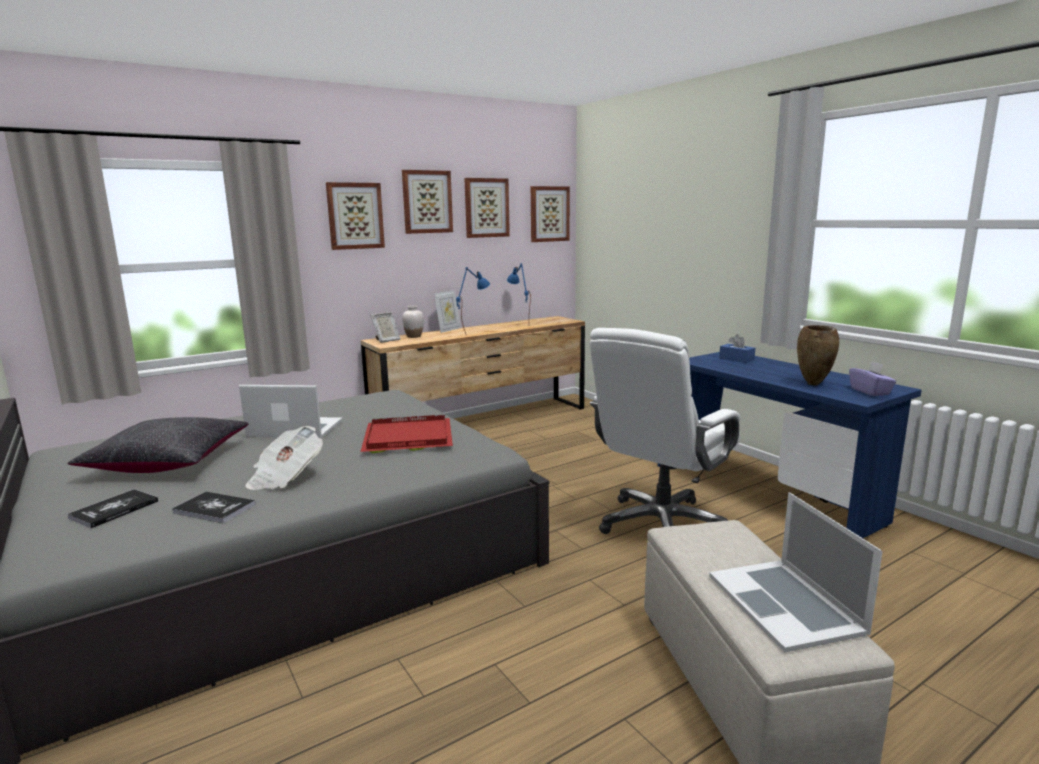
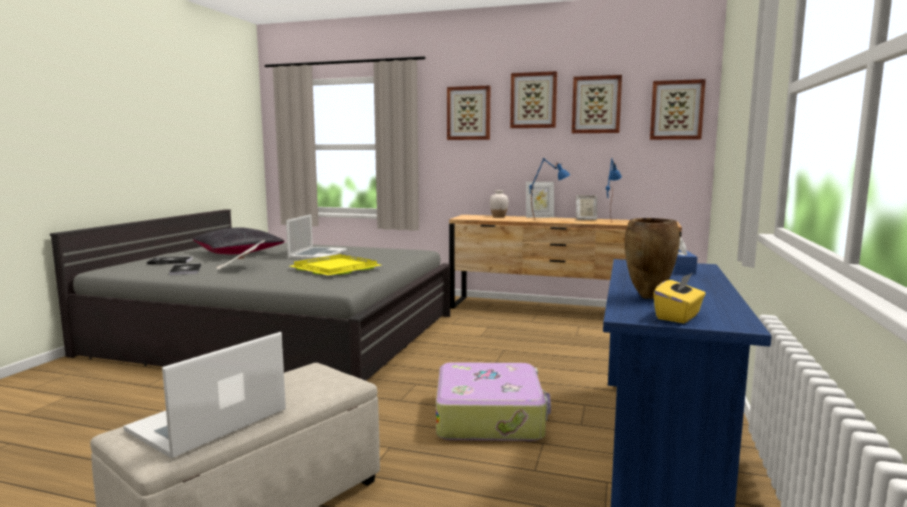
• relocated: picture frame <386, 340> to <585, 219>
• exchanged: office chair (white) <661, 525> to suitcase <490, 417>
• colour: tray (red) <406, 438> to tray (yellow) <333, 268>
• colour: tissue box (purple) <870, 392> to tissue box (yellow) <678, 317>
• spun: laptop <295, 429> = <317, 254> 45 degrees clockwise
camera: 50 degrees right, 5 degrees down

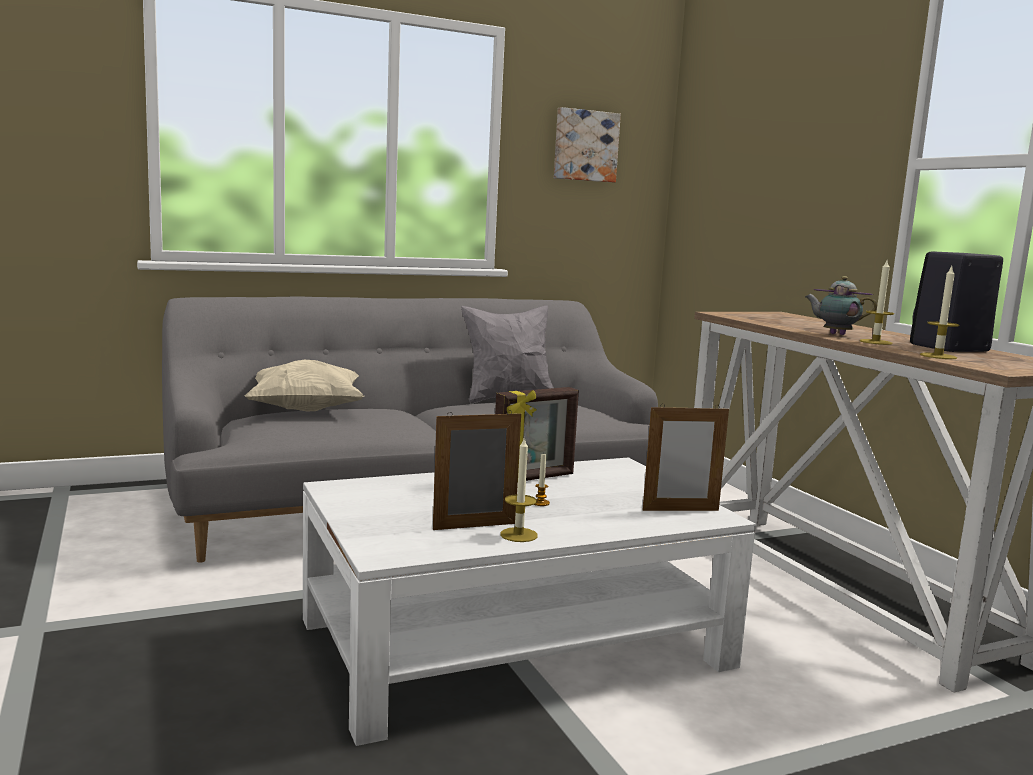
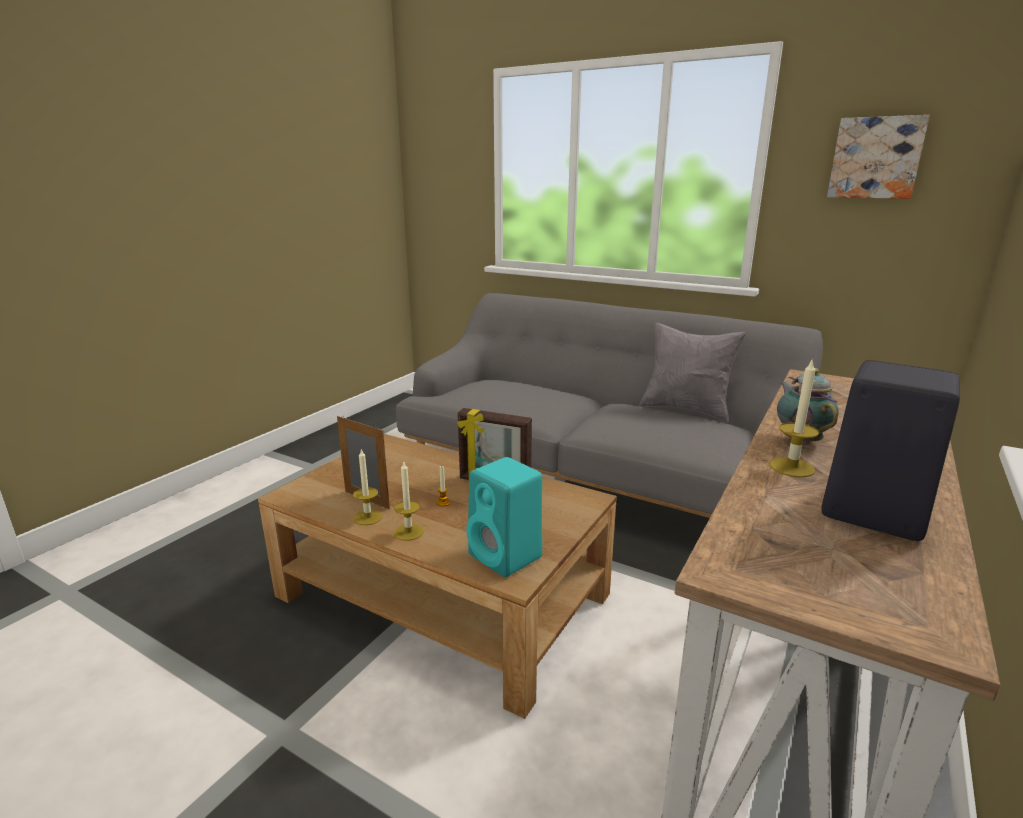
• missing: pillow (beige) <305, 410>
• relocated: candle <938, 356> to <408, 532>
• exchanged: picture frame <680, 510> to speaker (turquoise) <507, 556>
• colour: coffee table (white) <516, 642> to coffee table (brown) <443, 595>
camera: 55 degrees right, 10 degrees up

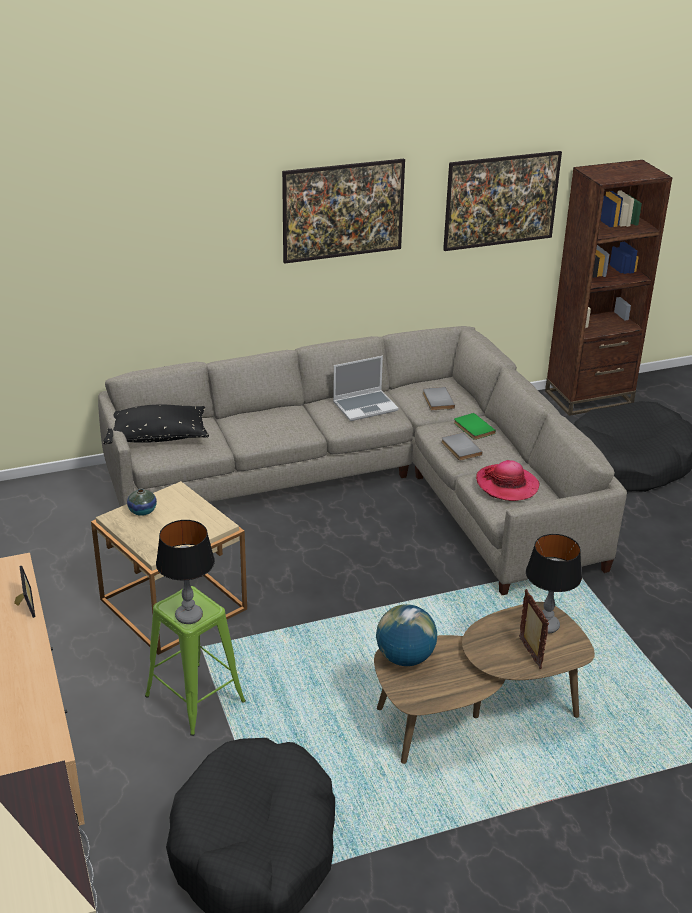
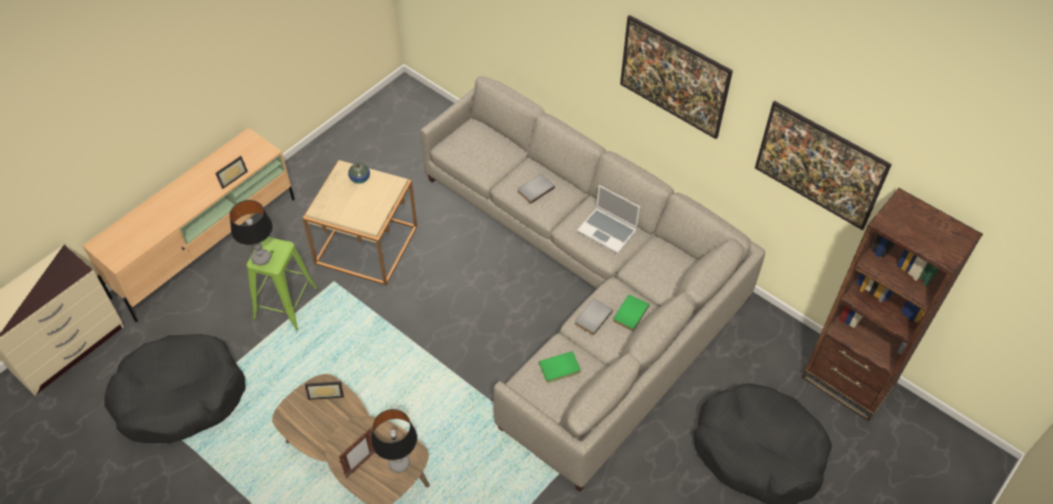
• missing: pillow (black) <156, 437>
• relocated: book (grey) <437, 400> to <535, 189>
• exchanged: globe <405, 658> to picture frame <326, 393>
• exchanged: hat <507, 485> to book (green) <560, 369>
camera: 60 degrees right, 20 degrees up

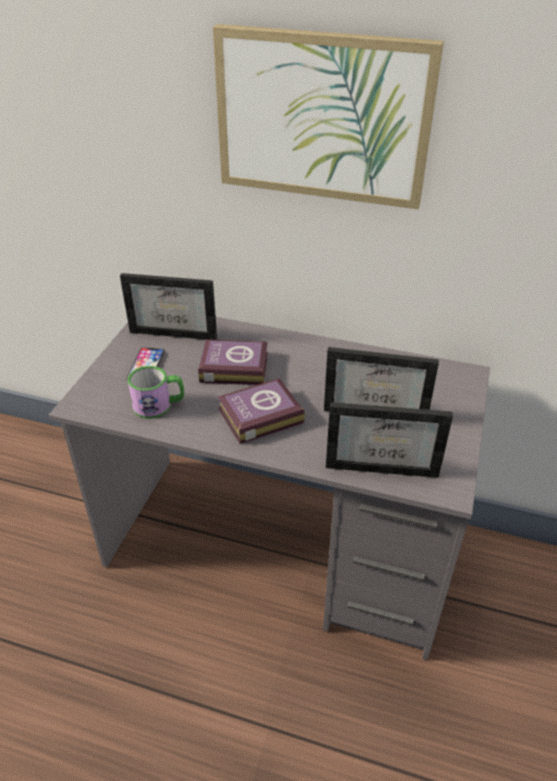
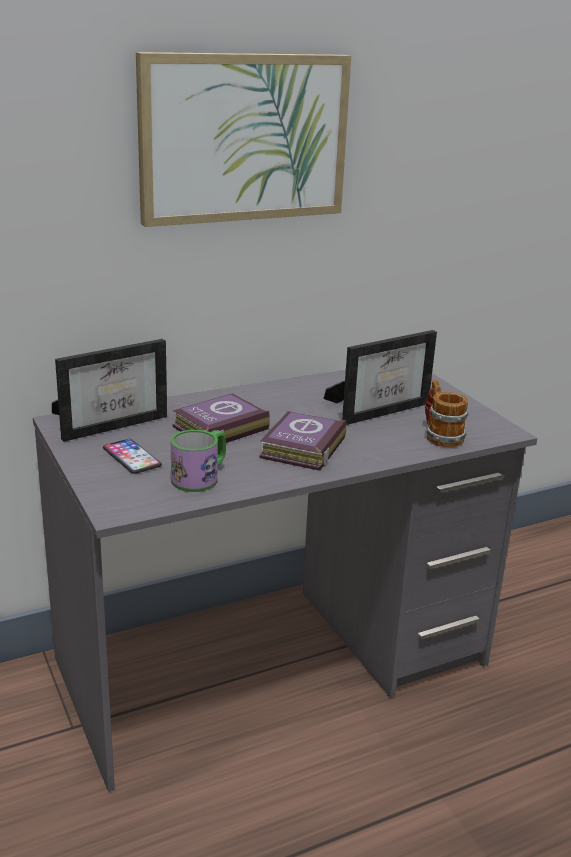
• exchanged: picture frame <383, 462> to mug <440, 436>
camera: 45 degrees left, 15 degrees down

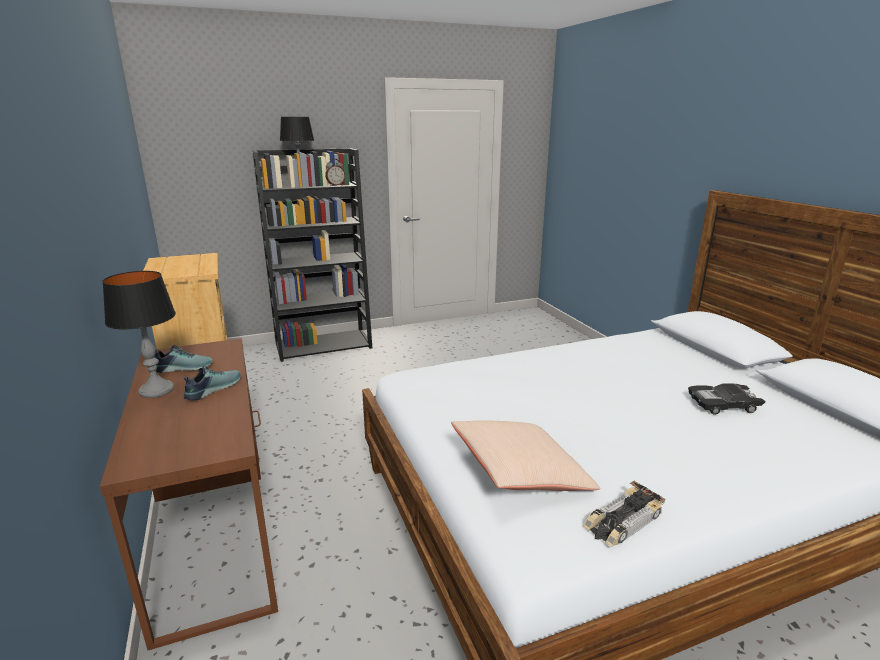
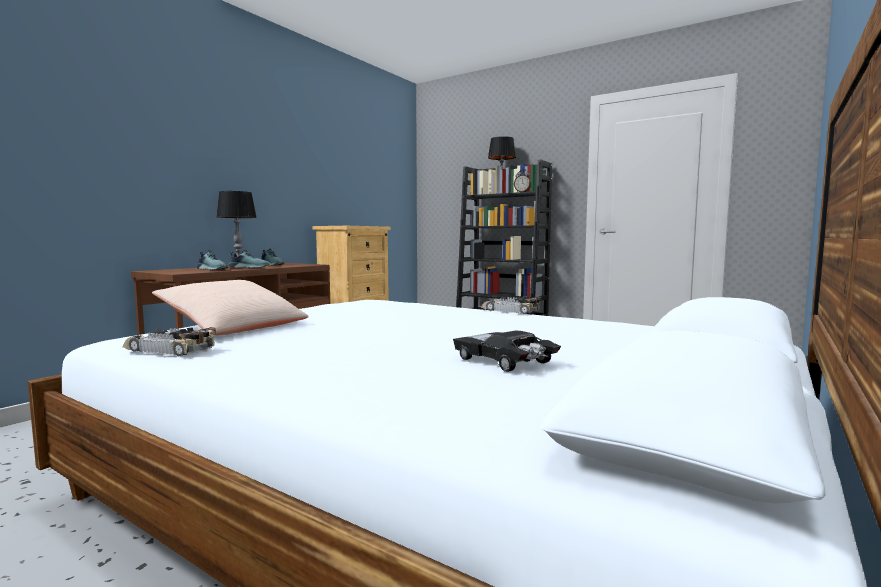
• appeared: shoe <213, 269>
• appeared: toy car <509, 310>
camera: 55 degrees right, 15 degrees down

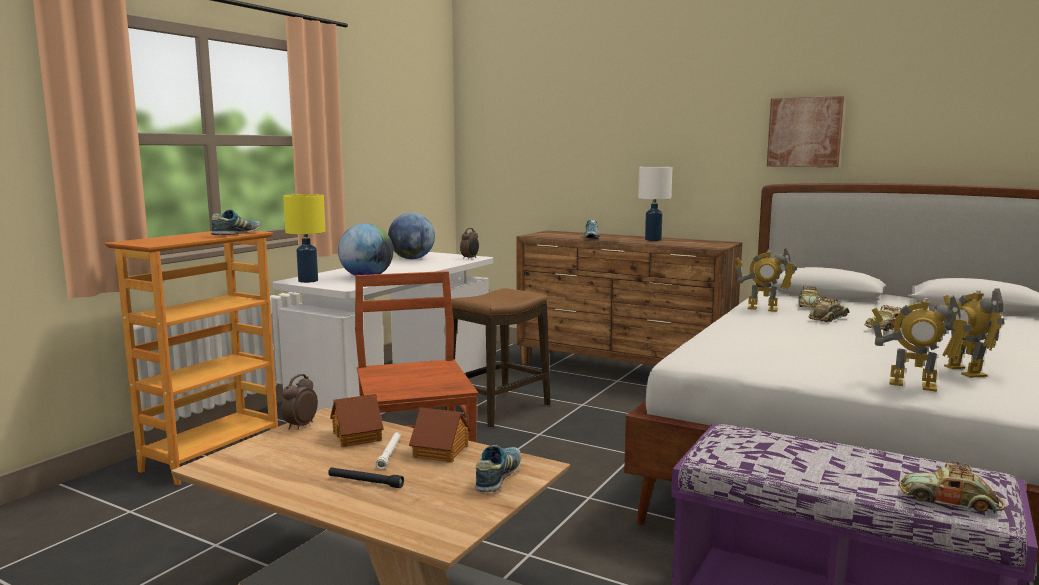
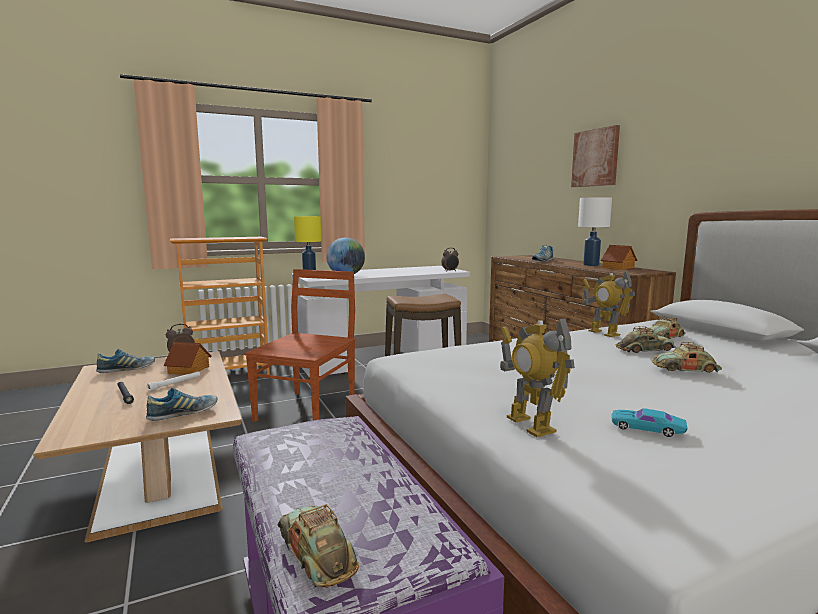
• missing: globe <412, 259>
• relocated: shoe <236, 234> to <127, 370>
• relocated: toy house <441, 451> to <618, 268>
• relocated: picture <804, 132> to <595, 158>
• exchanged: toy robot <964, 371> to toy car (turquoise) <647, 428>
camera: 35 degrees right, 0 degrees up

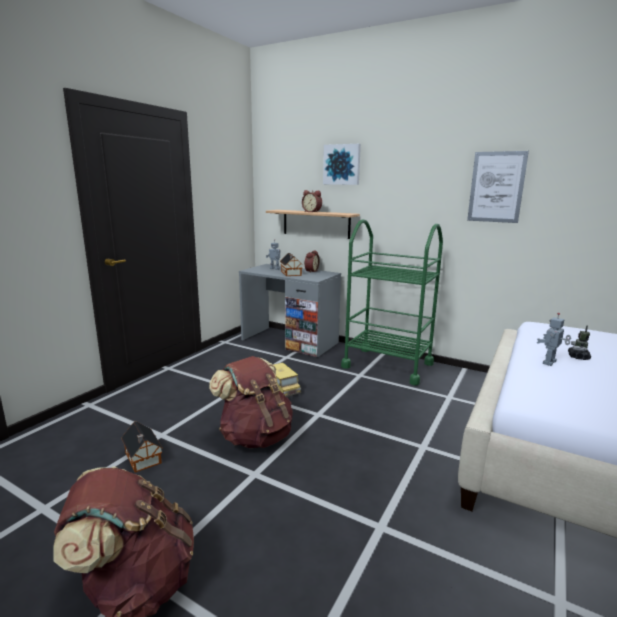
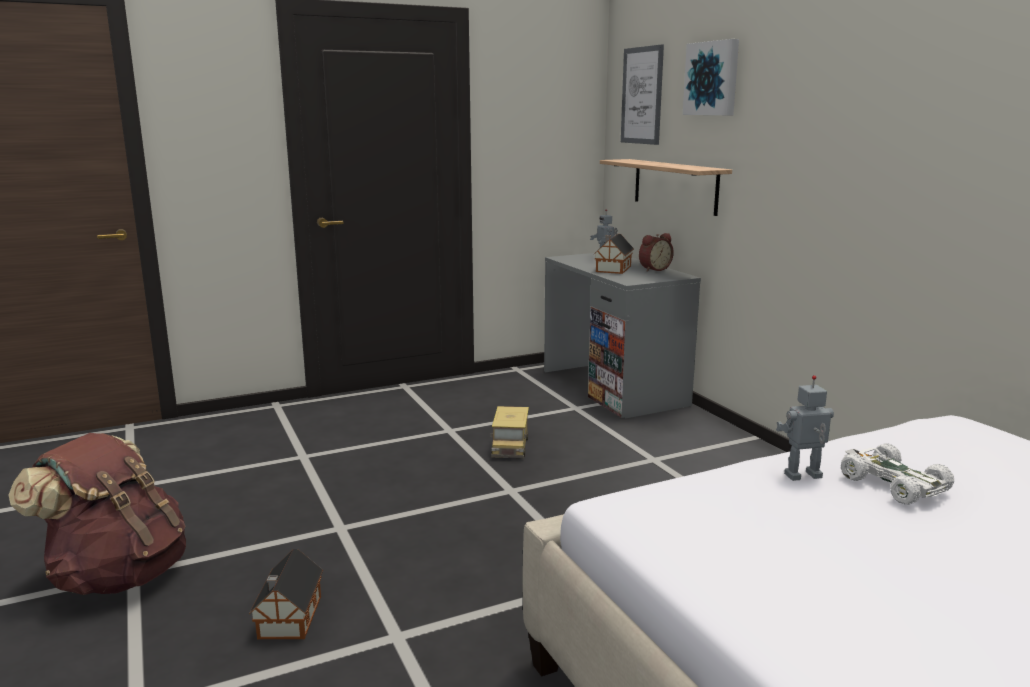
• missing: backpack (brown) <255, 436>
• missing: alarm clock <312, 212>
• missing: cart (green) <387, 365>
• relocated: toy house <143, 458> to <288, 619>
• relocated: picture <496, 187> to <642, 95>
• exchanged: toy robot <578, 357> to toy car (white) <891, 484>
camera: 35 degrees right, 0 degrees up

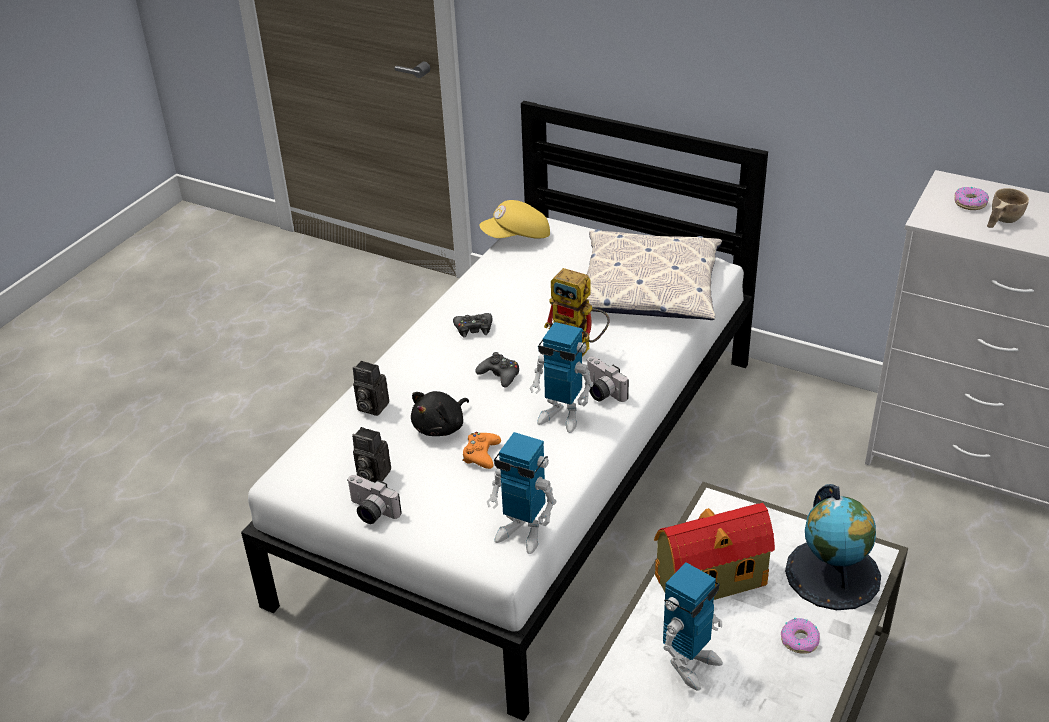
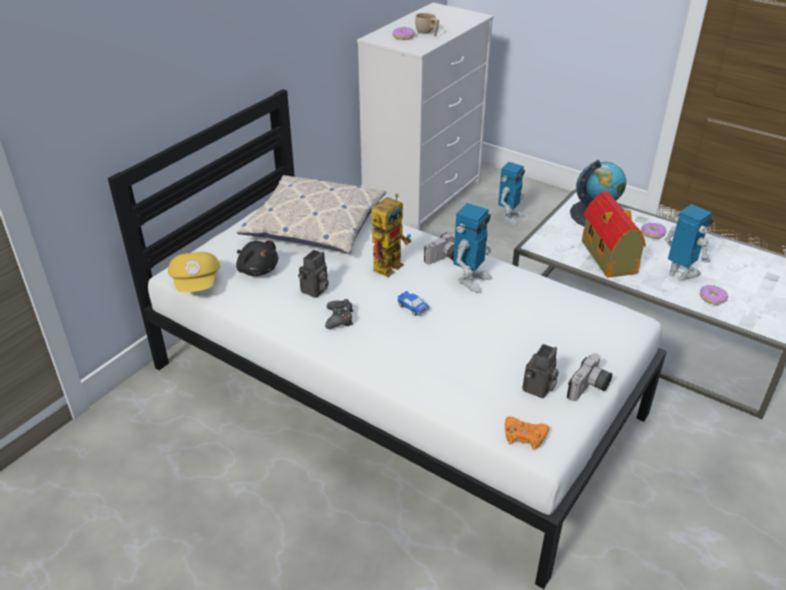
• appeared: donut <712, 298>
• relocated: photo camera <370, 407> to <315, 291>
• relocated: plush toy (black) <441, 427> to <257, 269>
• relocated: game controller (orange) <481, 454> to <524, 436>
• relocated: toy robot <522, 532> to <510, 217>
• exchanged: game controller (black) <499, 375> to toy car <412, 307>
camera: 85 degrees left, 0 degrees up

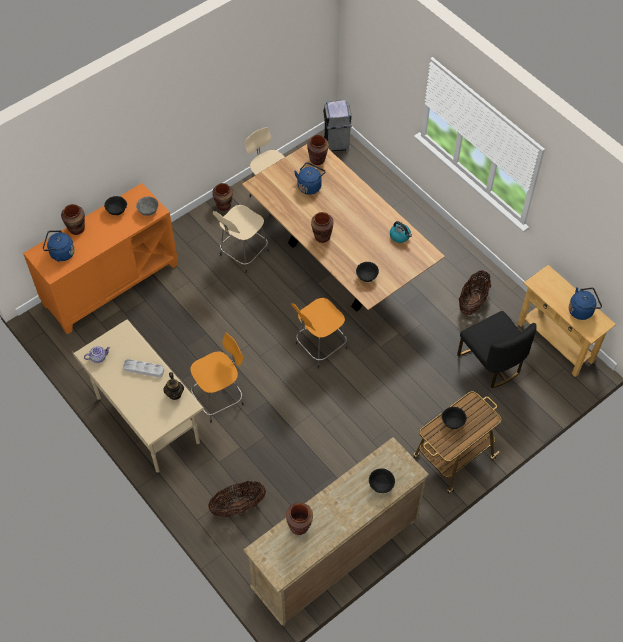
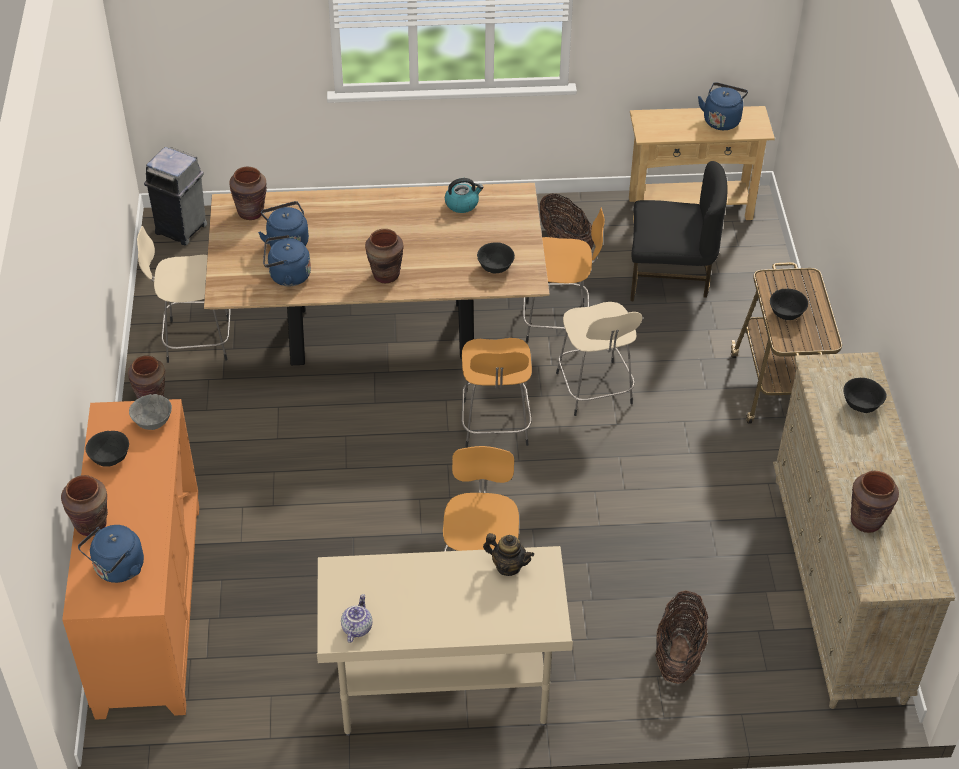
• missing: tray (grey) <144, 369>
• appeared: kettle (blue) <287, 276>
• appeared: stool (orange) <558, 322>
• relocated: stool (beige) <243, 254> to <595, 390>
camera: 55 degrees left, 10 degrees down

